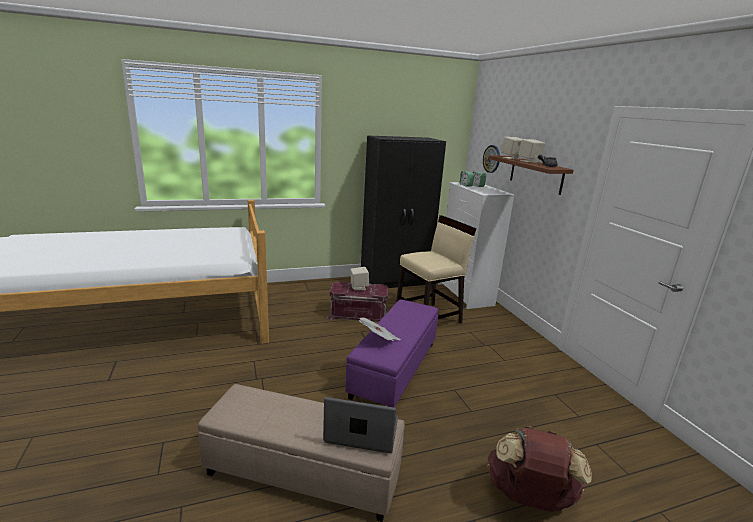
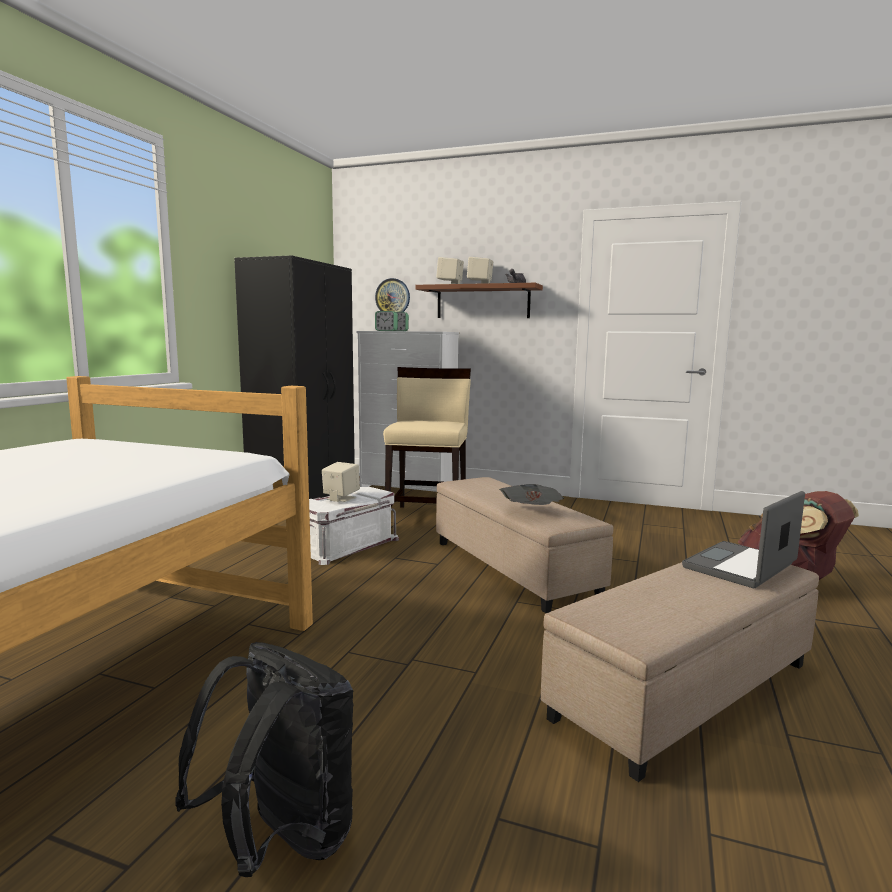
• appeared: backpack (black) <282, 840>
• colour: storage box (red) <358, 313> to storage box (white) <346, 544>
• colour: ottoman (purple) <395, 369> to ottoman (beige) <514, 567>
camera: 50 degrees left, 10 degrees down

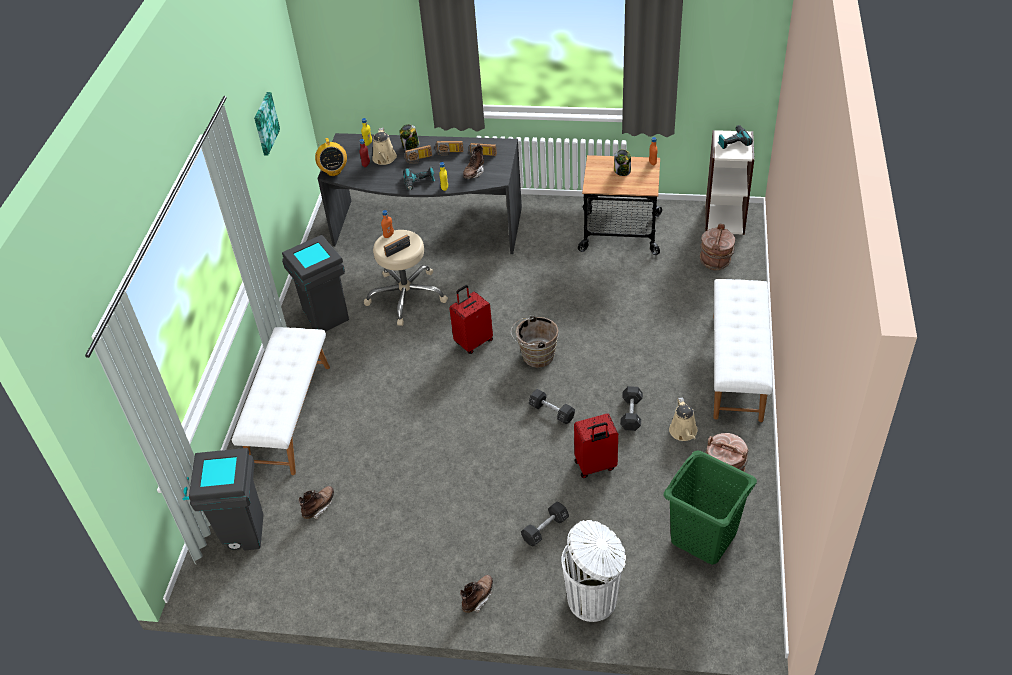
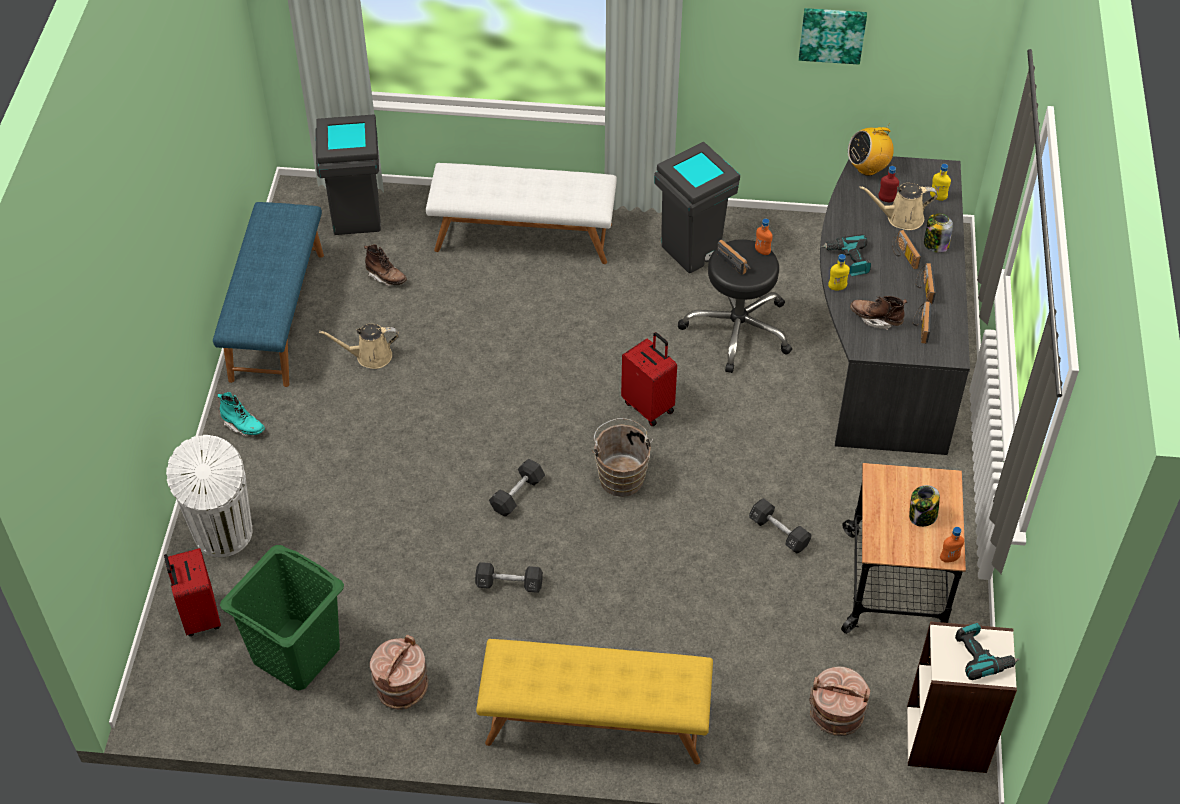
• appeared: bench (blue) <276, 315>
• relocated: dumbbell (black) <545, 529> to <779, 532>
• relocated: suitcase (red) <595, 466> to <199, 616>
• relocated: watering can (beige) <684, 432> to <370, 356>
• colour: stool (beige) <406, 296> to stool (black) <738, 329>
• colour: boot (brown) <477, 598> to boot (turquoise) <243, 426>
• colour: bench (white) <738, 367> to bench (yellow) <595, 724>
camera: 85 degrees right, 5 degrees up

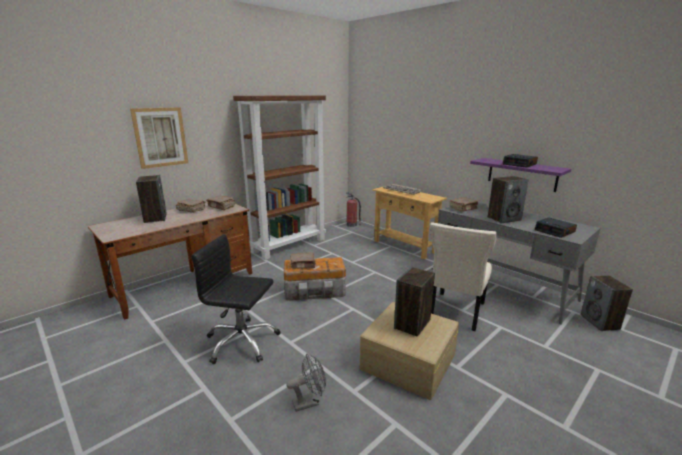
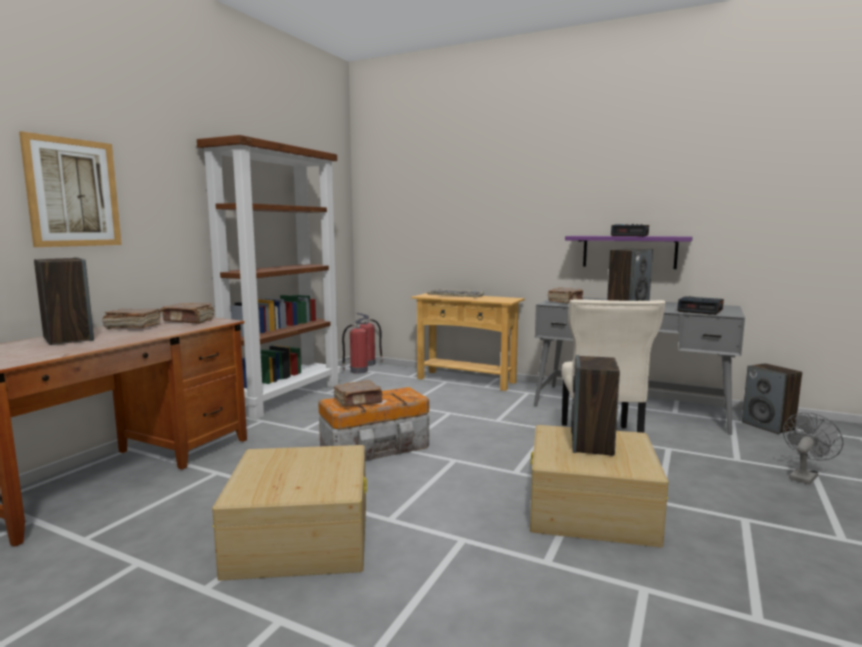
• appeared: fire extinguisher <358, 371>
• relocated: fan (grey) <309, 402> to <804, 476>
• exchanged: office chair (black) <241, 342> to storage box (beige) <301, 535>
camera: 20 degrees left, 10 degrees down

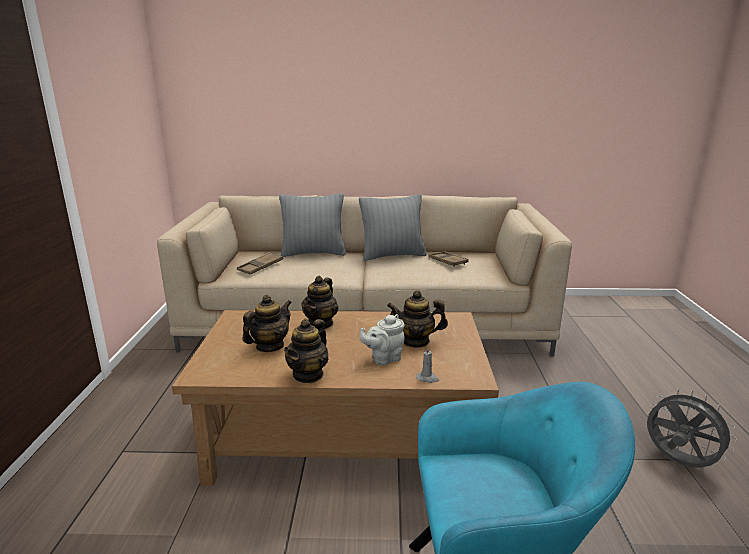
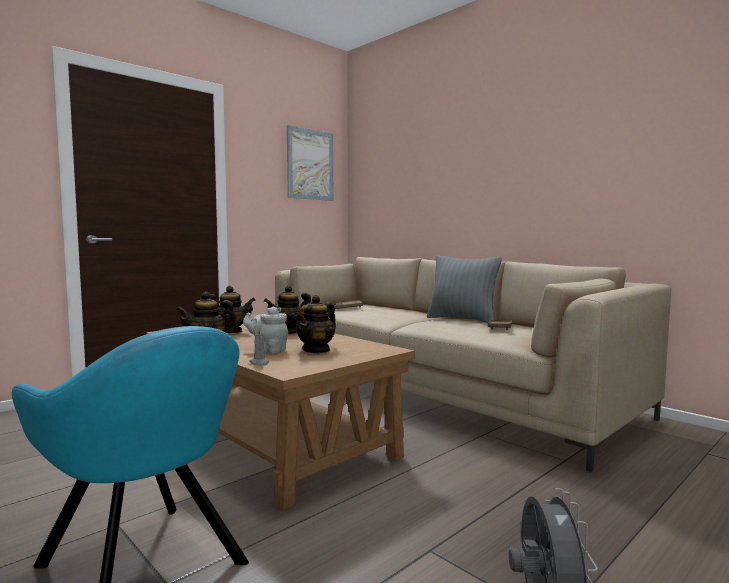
• missing: pillow (grey) <313, 253>
• appeared: picture <310, 164>
• spun: teapot <416, 341> = <316, 350> 105 degrees counterclockwise
camera: 45 degrees right, 15 degrees down

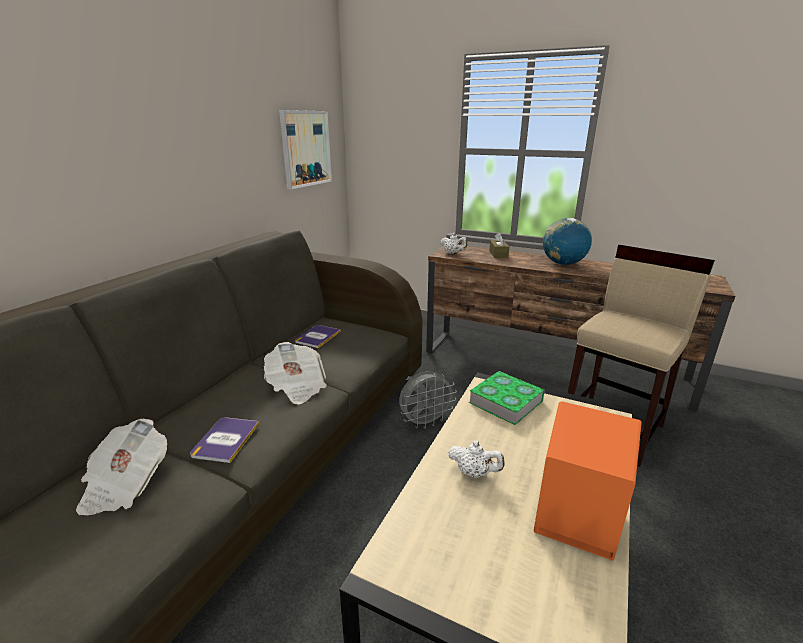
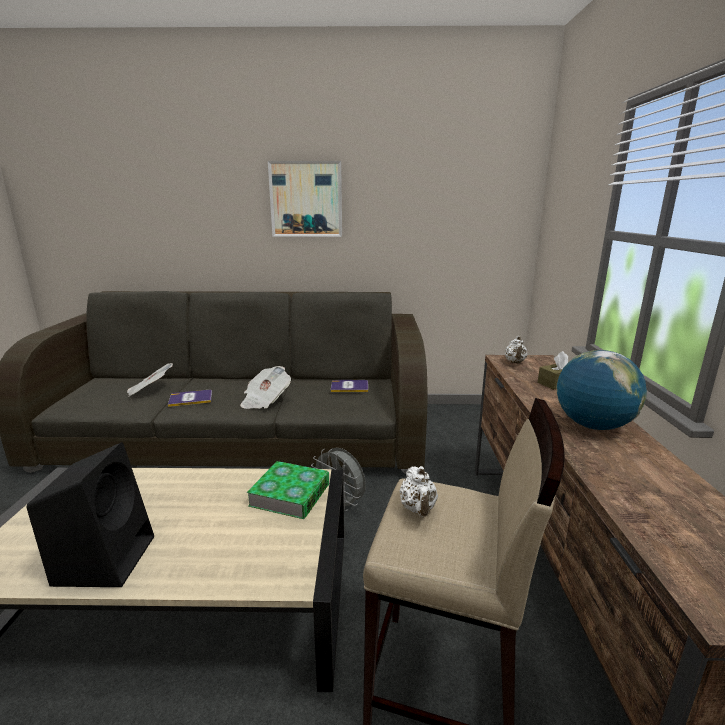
• relocated: picture <305, 149> to <306, 199>
• relocated: teapot (white) <474, 473> to <418, 509>
• colour: speaker (orange) <573, 518> to speaker (black) <106, 558>
camera: 65 degrees right, 5 degrees down

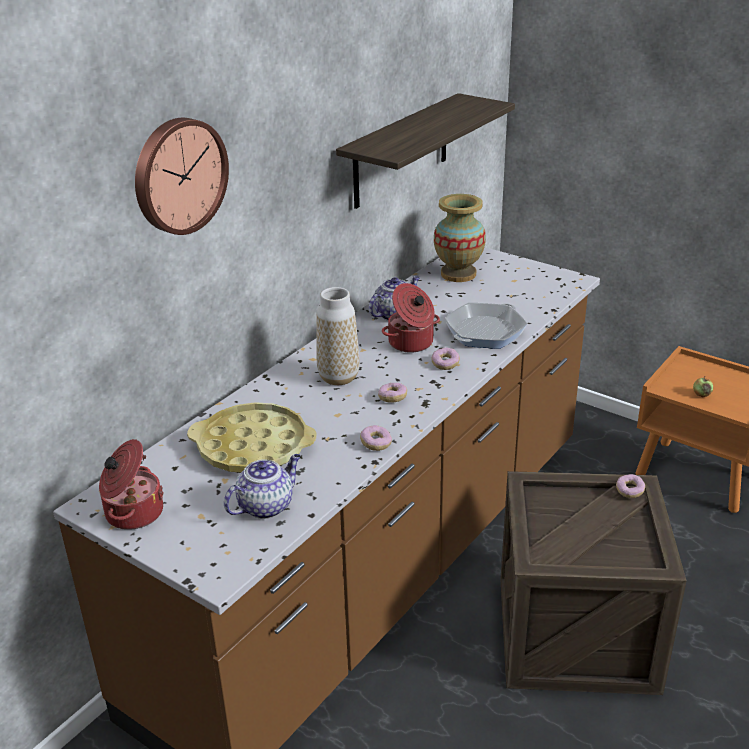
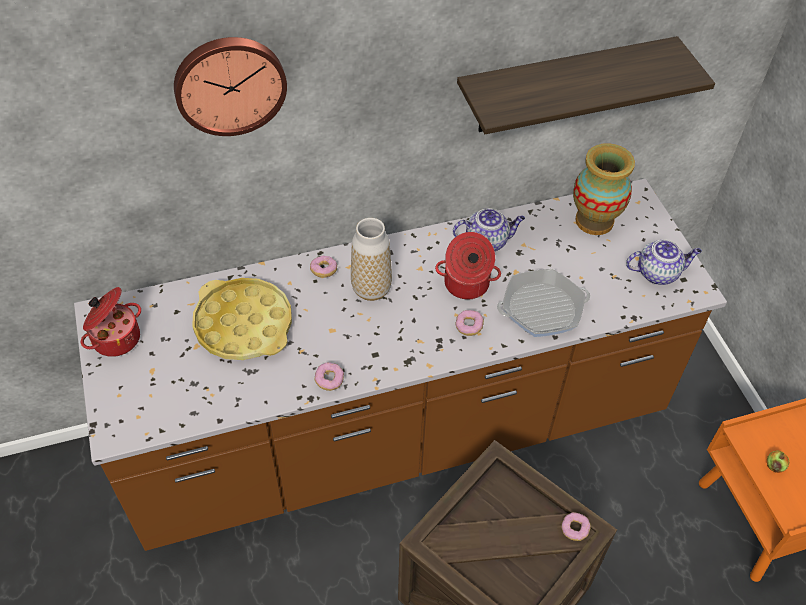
• relocated: teapot <266, 505> to <658, 273>
• relocated: donut <392, 398> to <324, 270>
camera: 35 degrees right, 20 degrees up

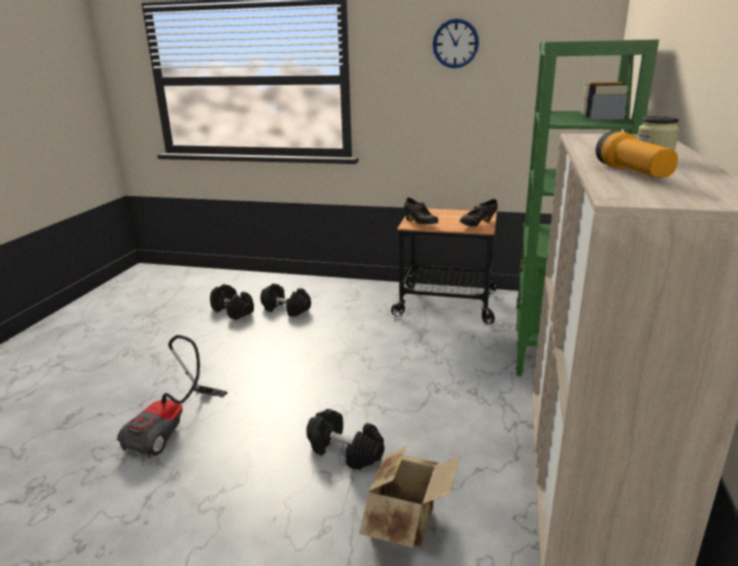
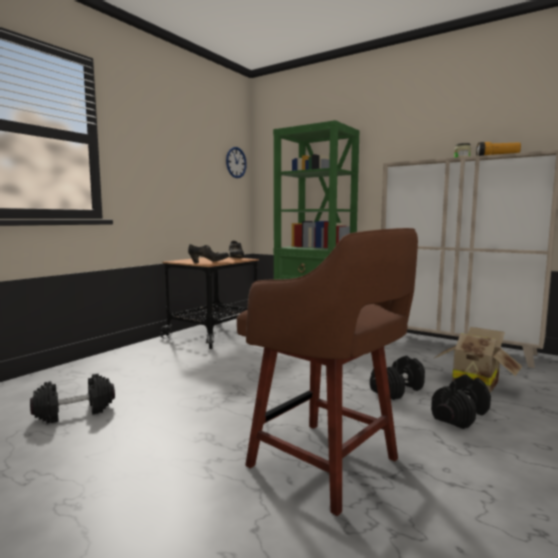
• relocated: dumbbell (black) <286, 309> to <460, 415>
• relocated: wall clock <455, 43> to <236, 162>
• exchanged: vacuum cleaner <173, 428> to stool (brown) <327, 464>
camera: 70 degrees left, 15 degrees down

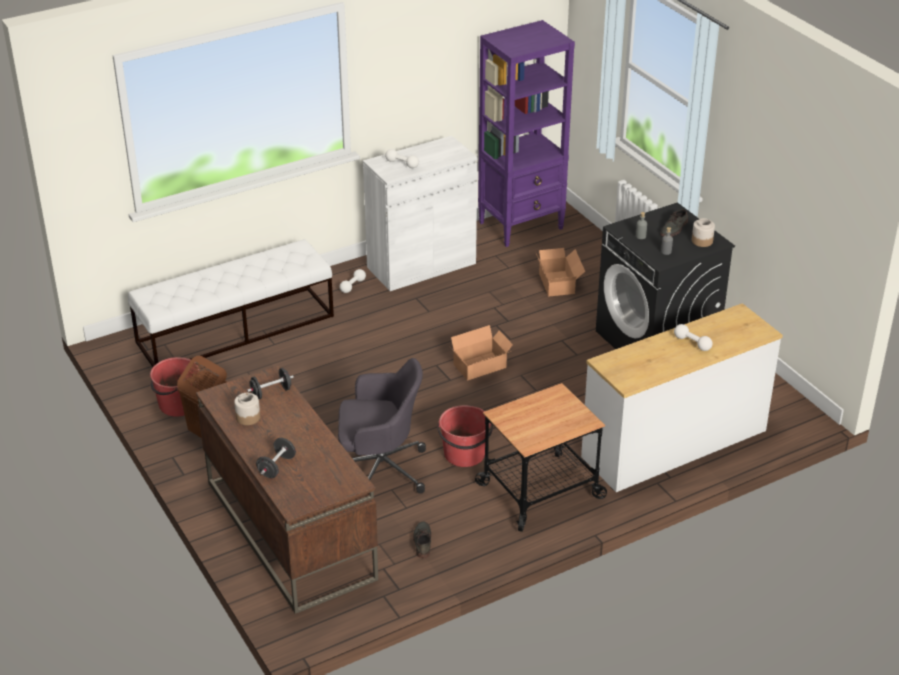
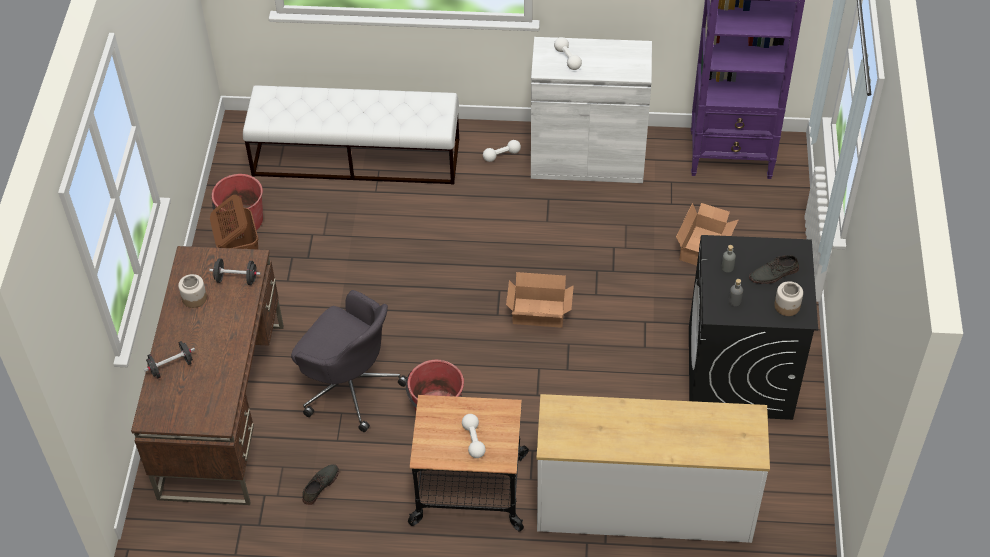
• relocated: dumbbell (white) <692, 343> to <473, 440>
camera: 35 degrees right, 15 degrees up

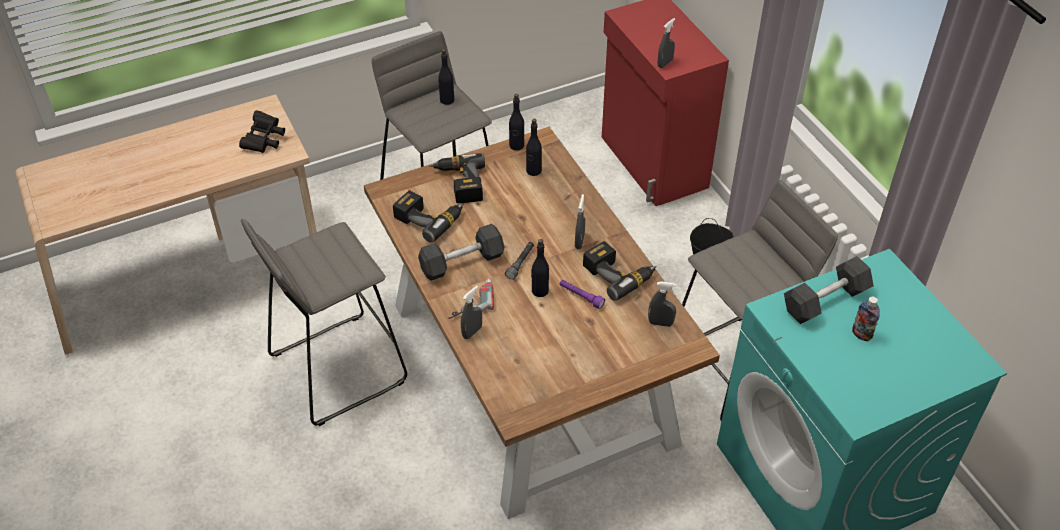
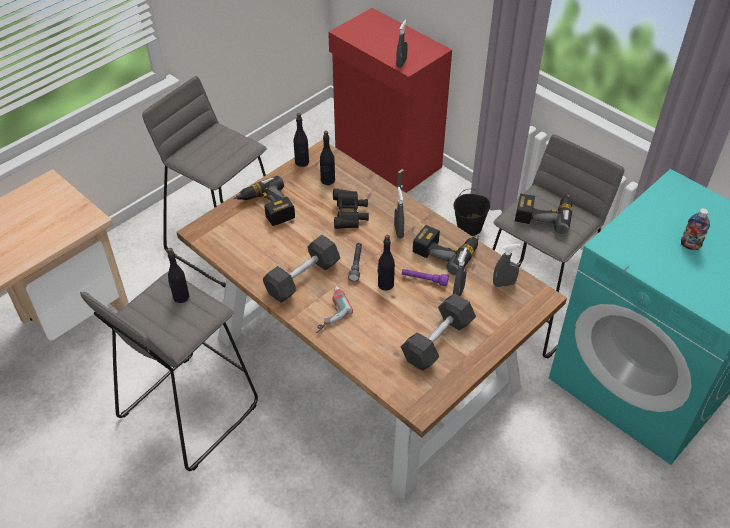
• relocated: binoculars (black) <264, 140> to <349, 216>
• relocated: power drill <429, 218> to <543, 214>
• relocated: bottle (black) <446, 100> to <181, 297>
• relocated: spray bottle (grey) <472, 332> to <458, 293>
• relocated: dumbbell (grey) <825, 300> to <437, 341>
camera: 20 degrees left, 0 degrees up

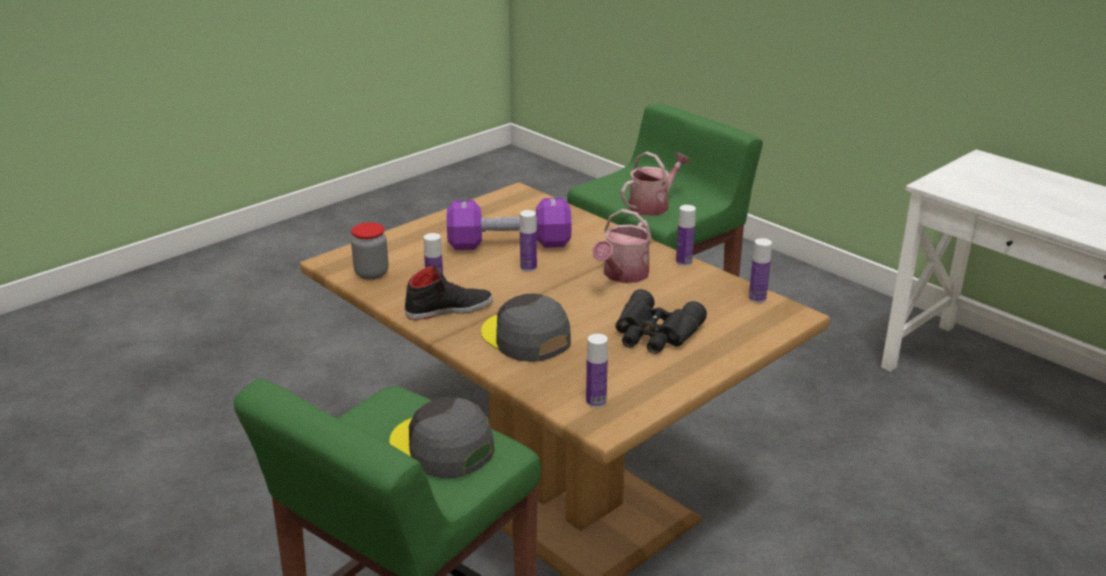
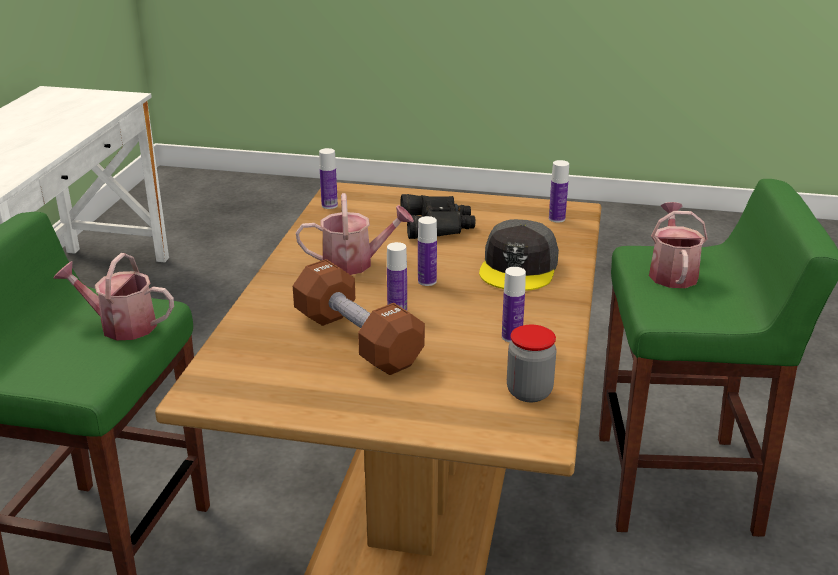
• missing: shoe (black) <448, 309>
• relocated: bottle <684, 262> to <427, 281>
• exchanged: cap (grey) <441, 447> to watering can <672, 272>
• colour: dumbbell (purple) <509, 244> to dumbbell (brown) <357, 340>
camera: 125 degrees left, 0 degrees up

